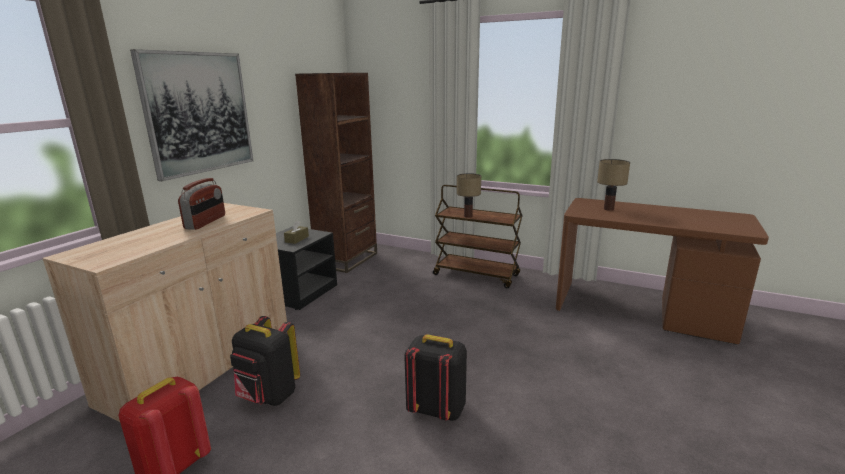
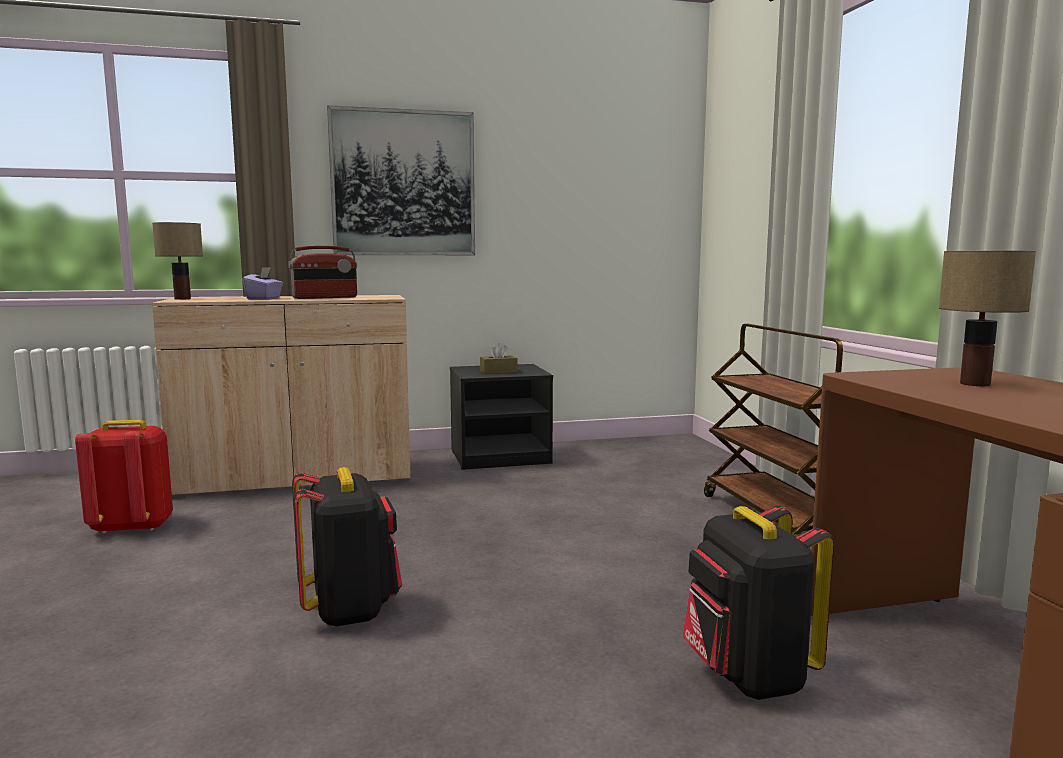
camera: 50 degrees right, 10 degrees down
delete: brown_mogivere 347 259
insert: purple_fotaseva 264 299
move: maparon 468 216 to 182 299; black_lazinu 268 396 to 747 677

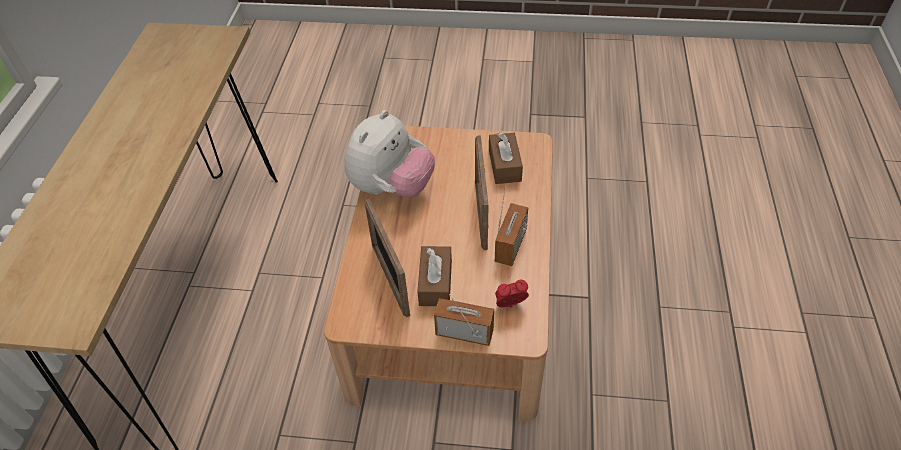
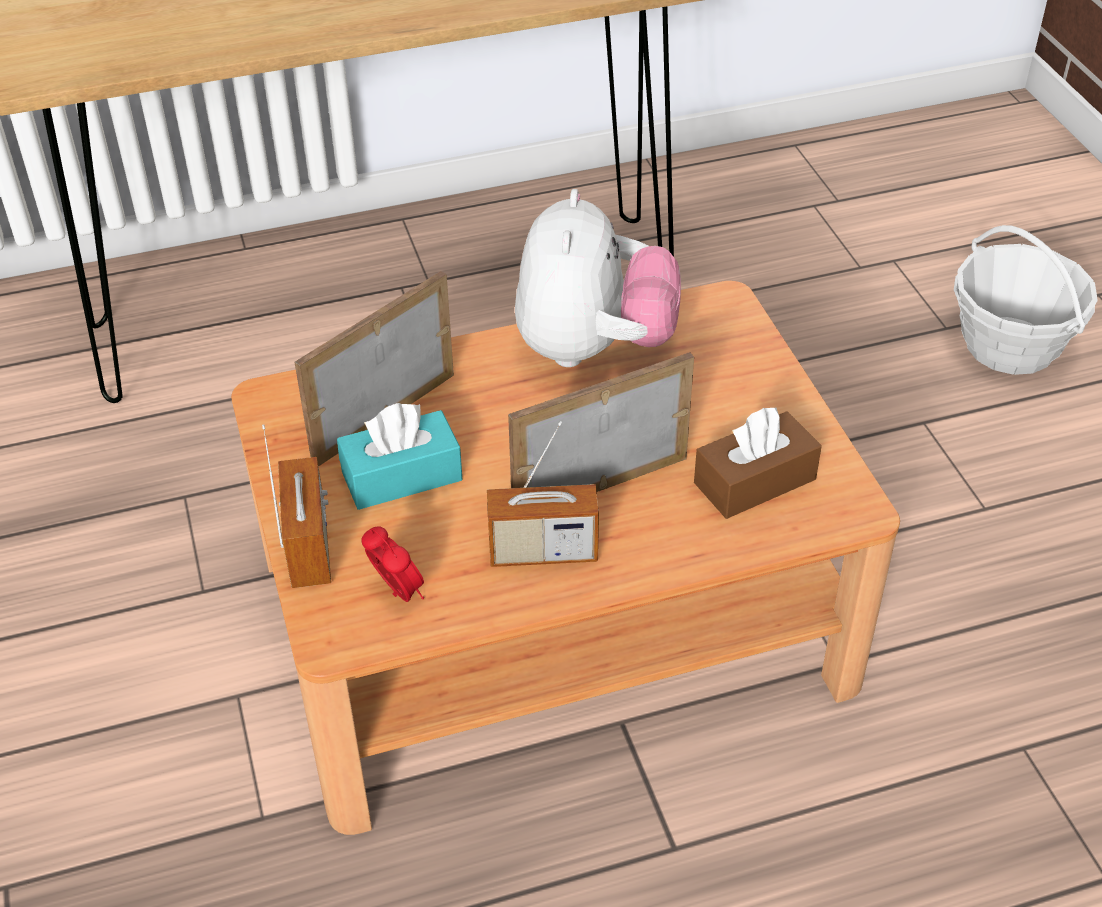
camera: 65 degrees right, 5 degrees down
insert: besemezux 1010 346
recolor: brown_fotaseva 435 283 to turquoise_fotaseva 402 476
rotate: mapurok 391 188 = 593 348 90 degrees counterclockwise

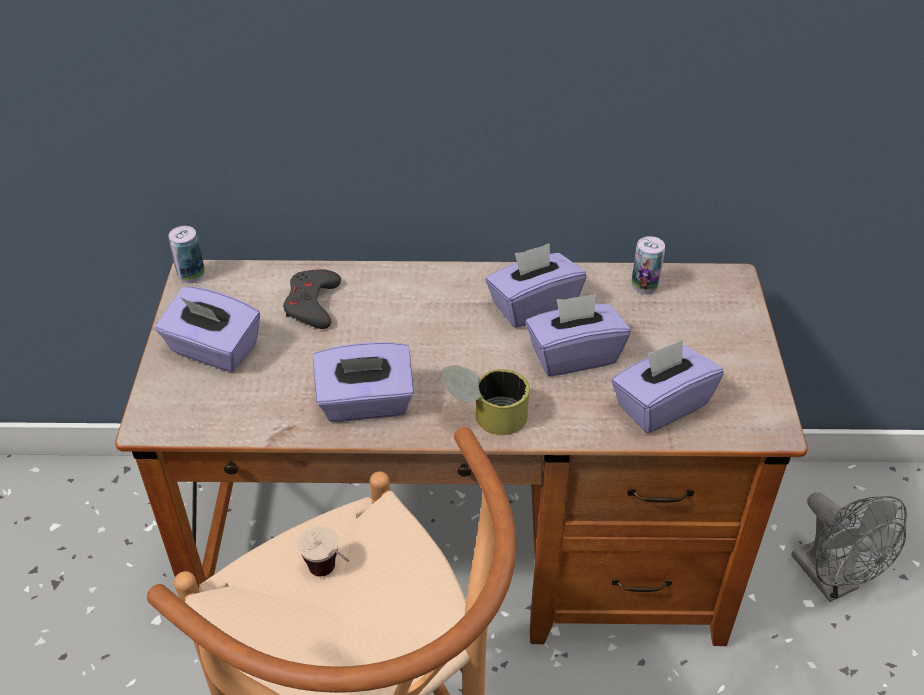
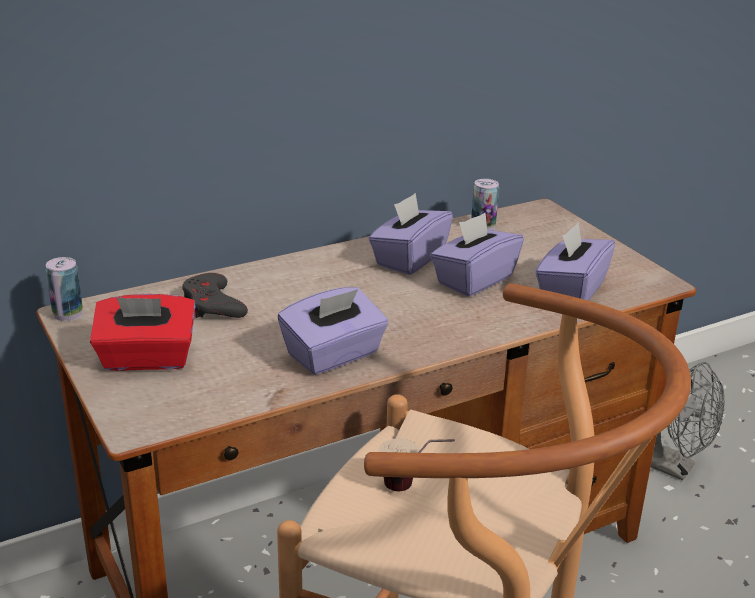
camera: 30 degrees left, 15 degrees down
delete: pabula 485 416
recolor: purple_fotaseva 213 350 to red_fotaseva 147 359

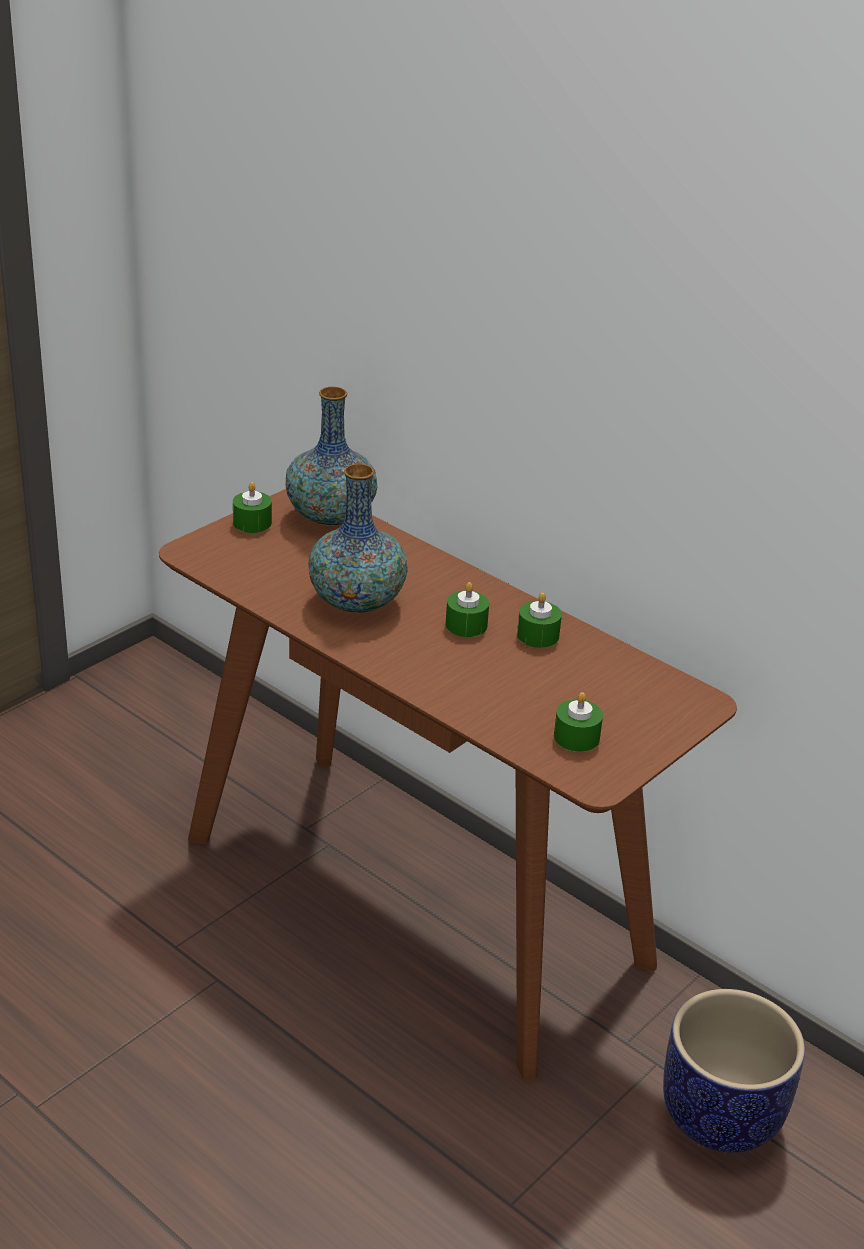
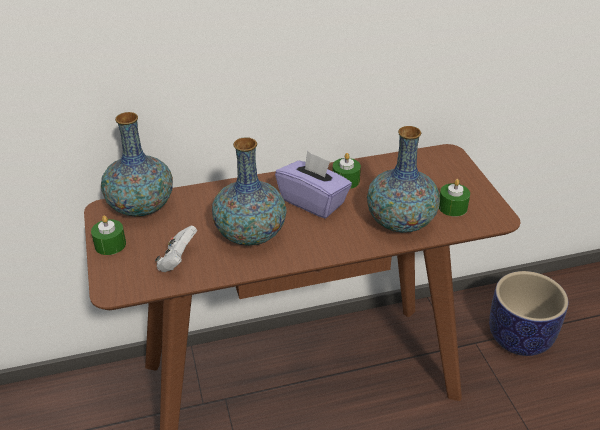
camera: 55 degrees left, 5 degrees up
insert: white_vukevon 177 261; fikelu 400 222
replace: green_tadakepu 466 625 to purple_fotaseva 313 201

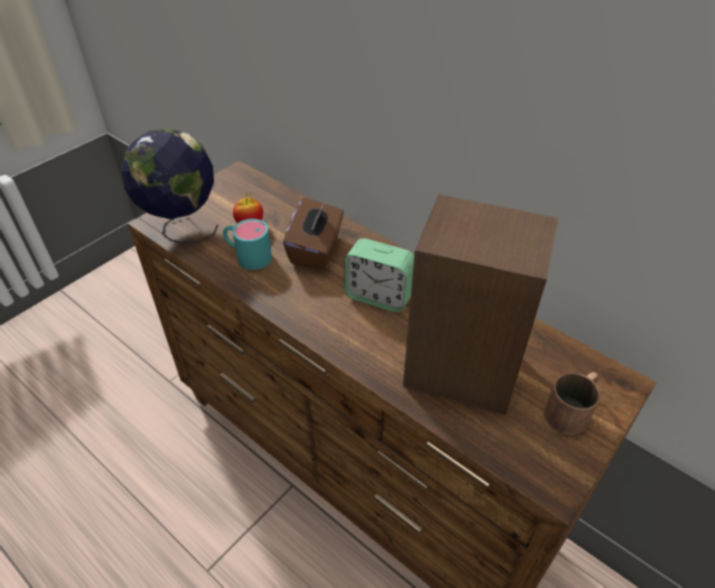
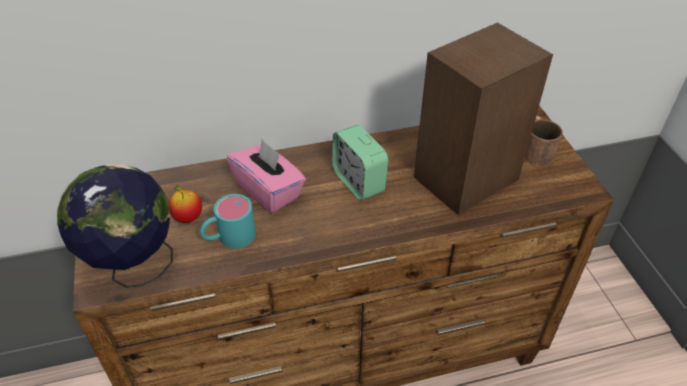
camera: 55 degrees left, 0 degrees up
recolor: brown_fotaseva 316 250 to pink_fotaseva 269 191
rotate: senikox 379 296 = 358 182 90 degrees clockwise

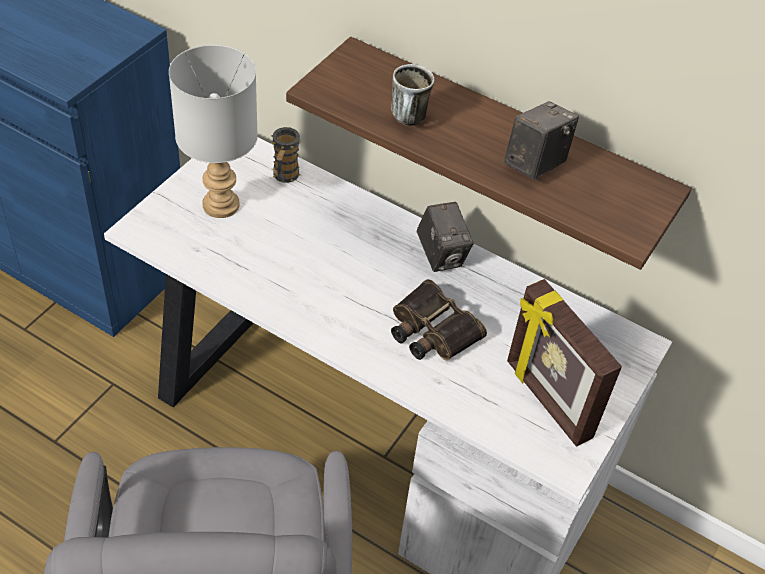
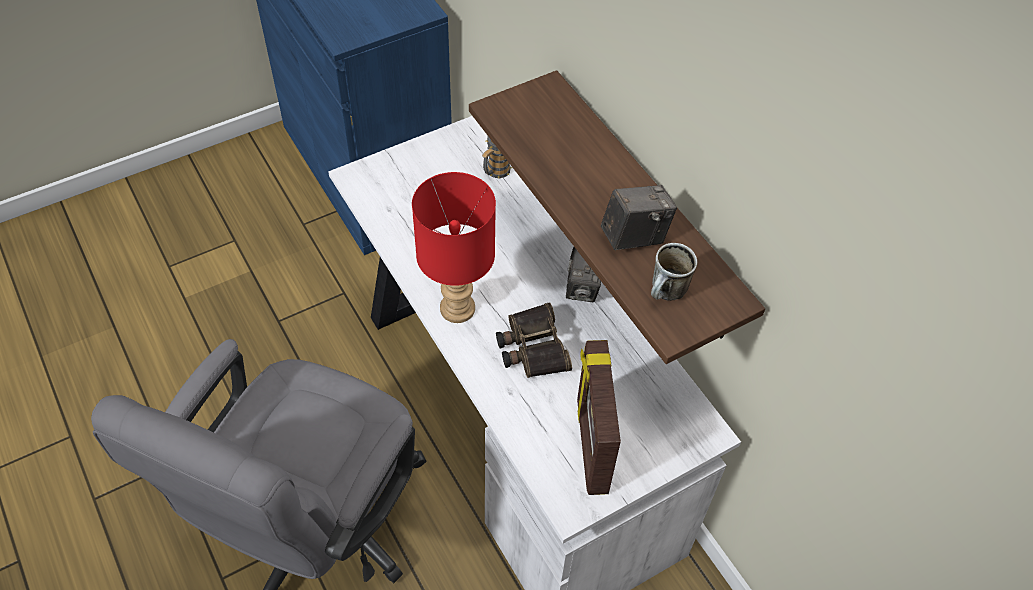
camera: 30 degrees right, 5 degrees up
delete: grey_maparon 219 205
insert: red_maparon 457 307
move: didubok 409 121 to 666 294

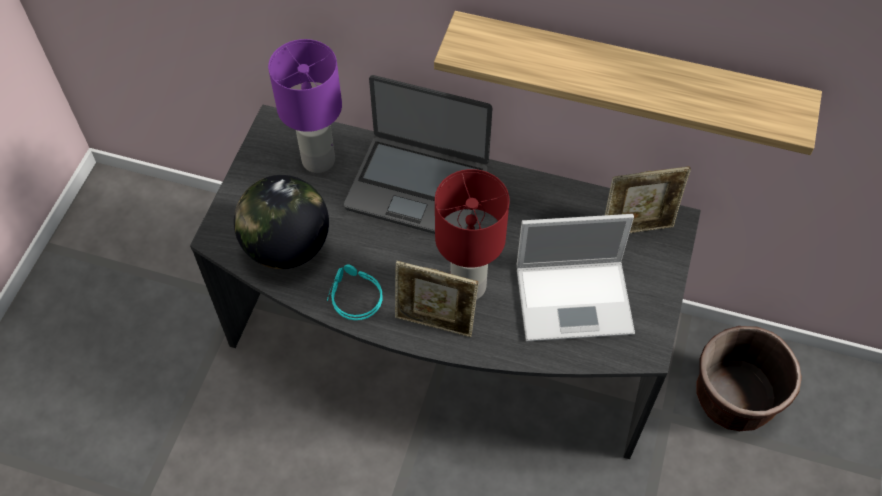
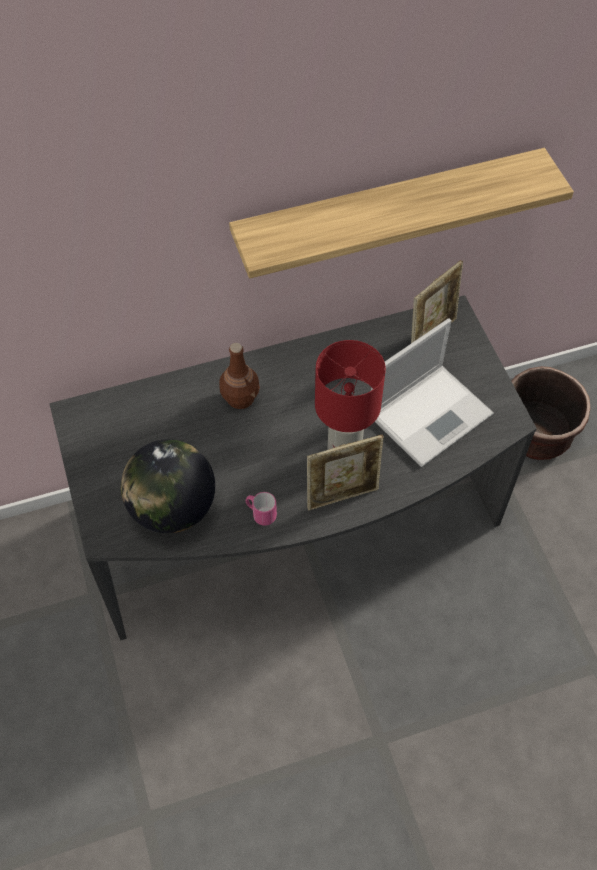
camera: 35 degrees left, 0 degrees up
delete: purple_maparon 317 160
replace: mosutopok 417 187 to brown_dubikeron 240 397; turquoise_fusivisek 353 296 to pink_didubok 261 514

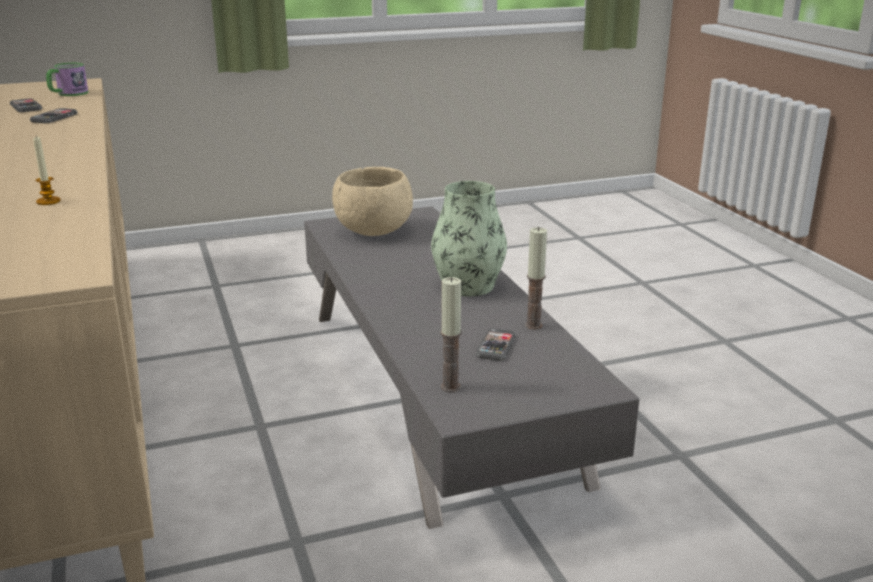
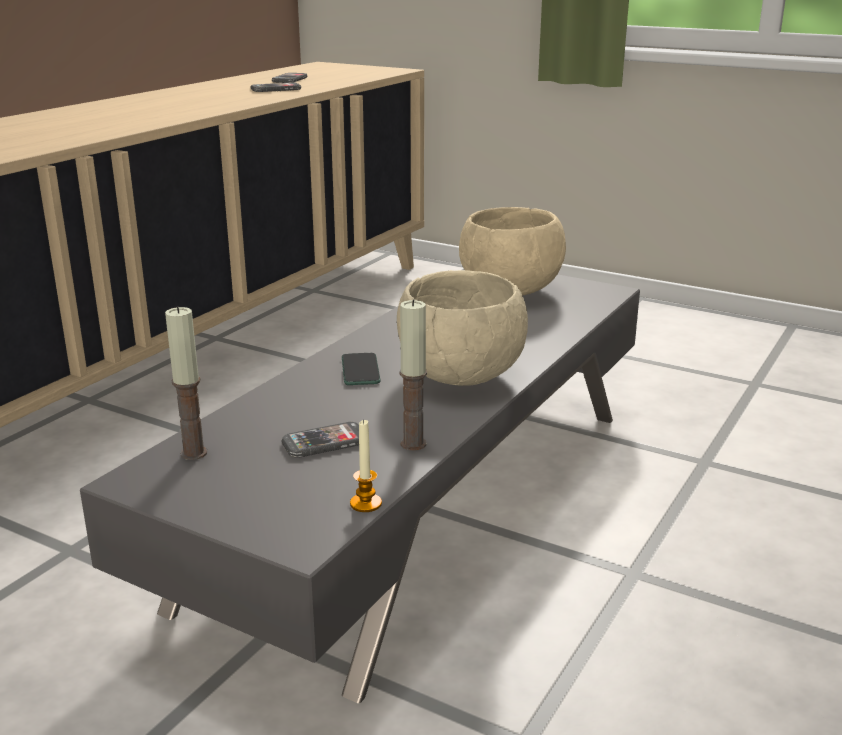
camera: 50 degrees right, 0 degrees up
delete: didubok 68 94
insert: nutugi 360 370
move: tadakepu 48 201 to 366 503
replace: fikelu 468 285 to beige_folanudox 459 376

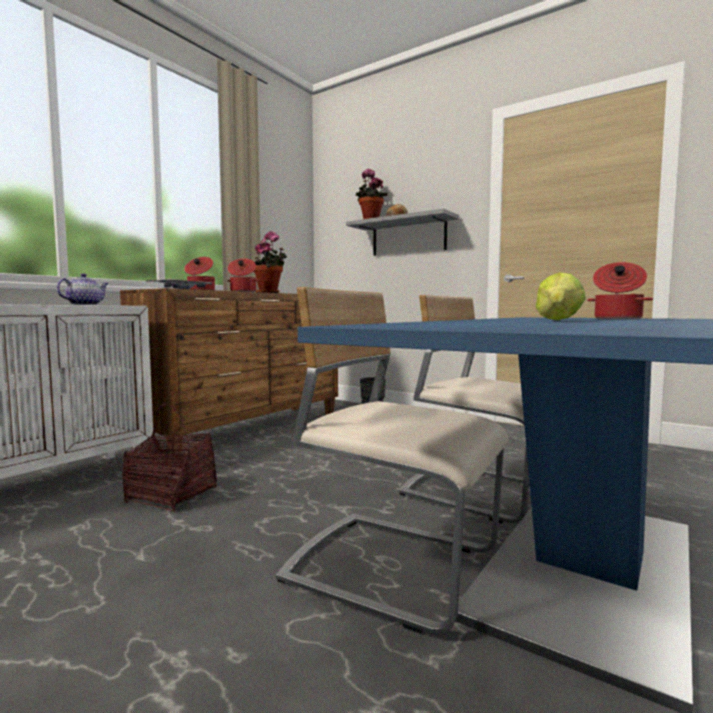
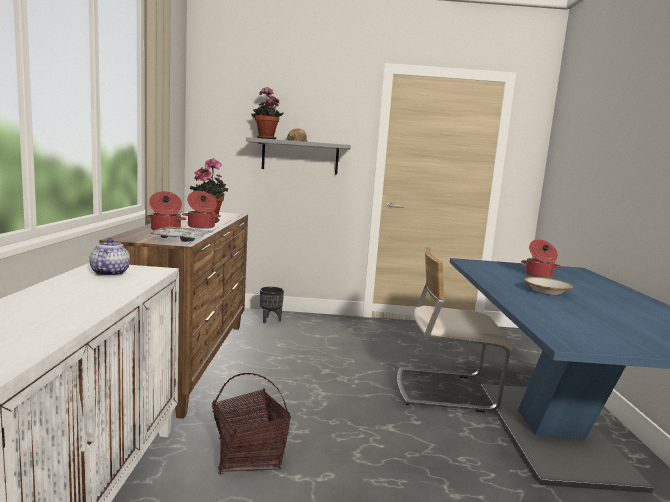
camera: 35 degrees left, 5 degrees up
delete: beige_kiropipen 392 567
replace: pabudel 559 320 to folanudox 546 291

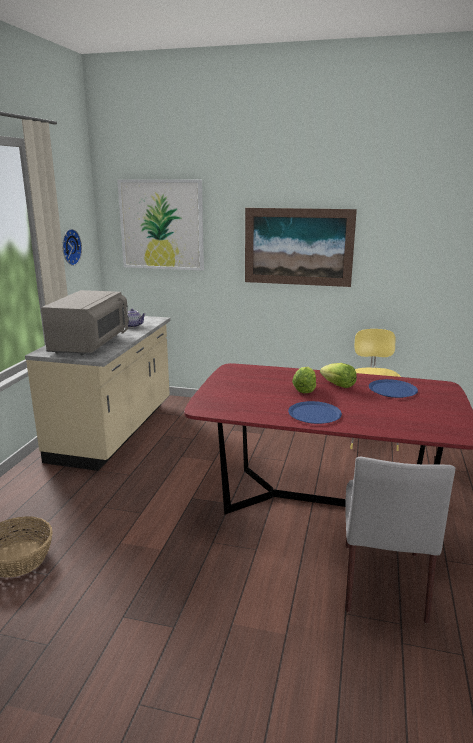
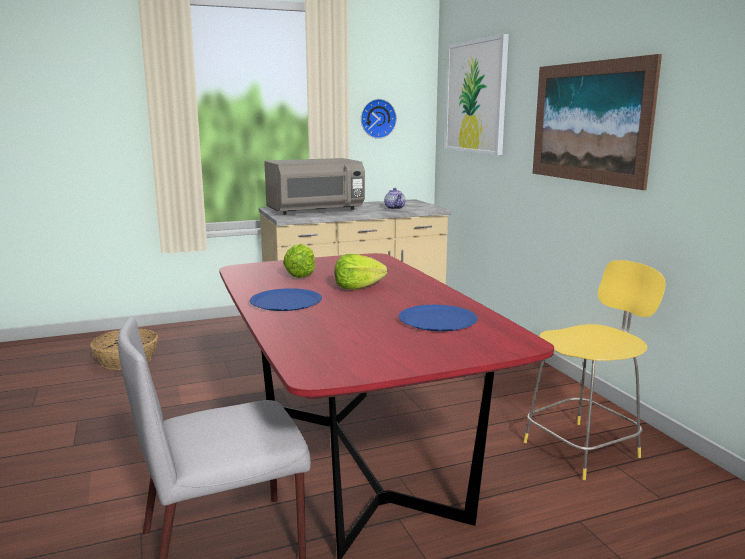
camera: 55 degrees right, 5 degrees down
move: pabudel 338 385 to 301 274

